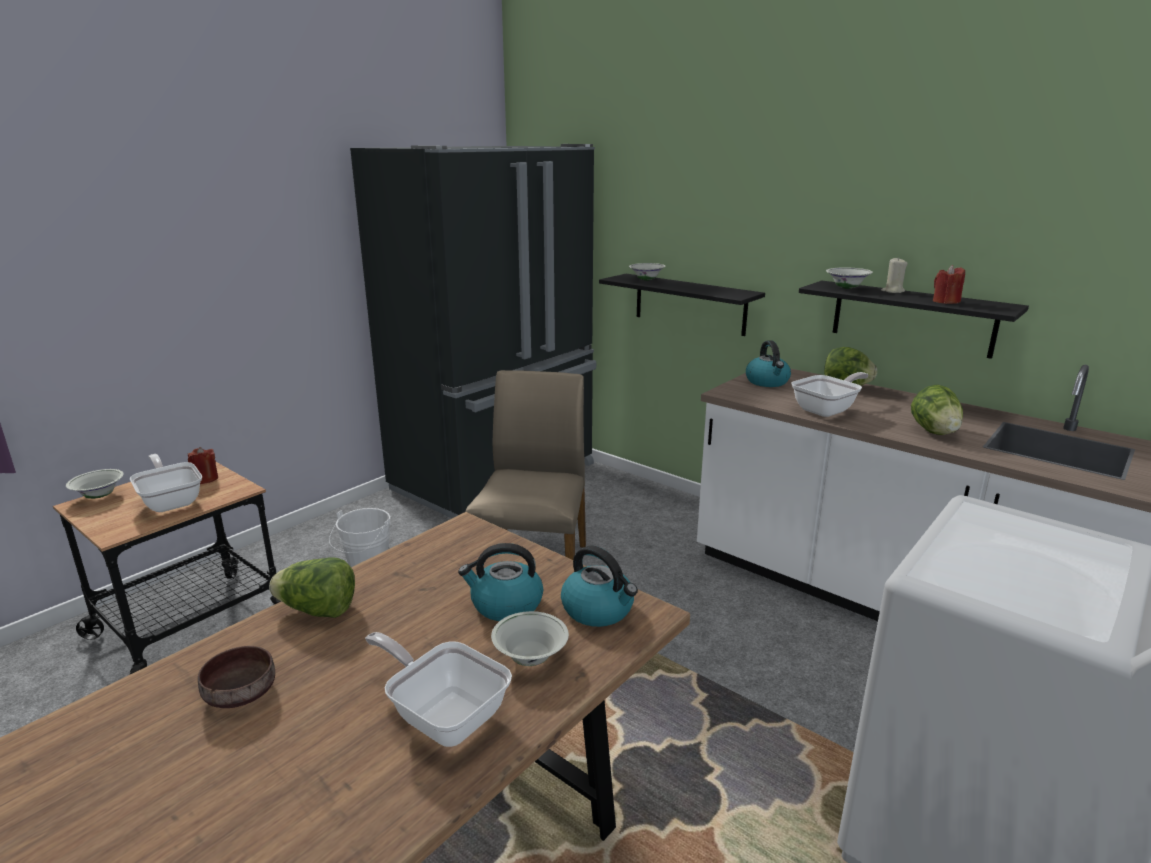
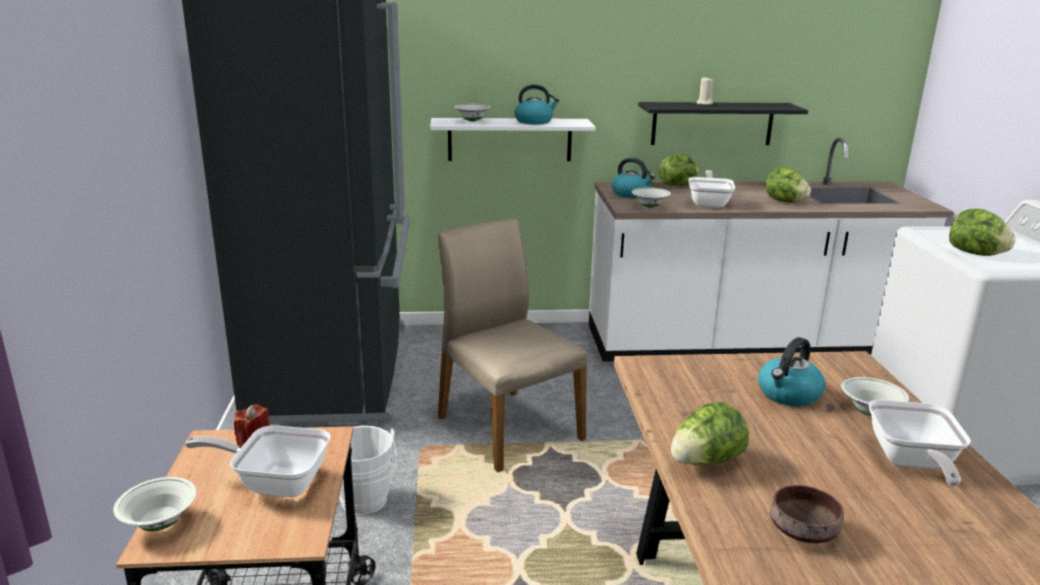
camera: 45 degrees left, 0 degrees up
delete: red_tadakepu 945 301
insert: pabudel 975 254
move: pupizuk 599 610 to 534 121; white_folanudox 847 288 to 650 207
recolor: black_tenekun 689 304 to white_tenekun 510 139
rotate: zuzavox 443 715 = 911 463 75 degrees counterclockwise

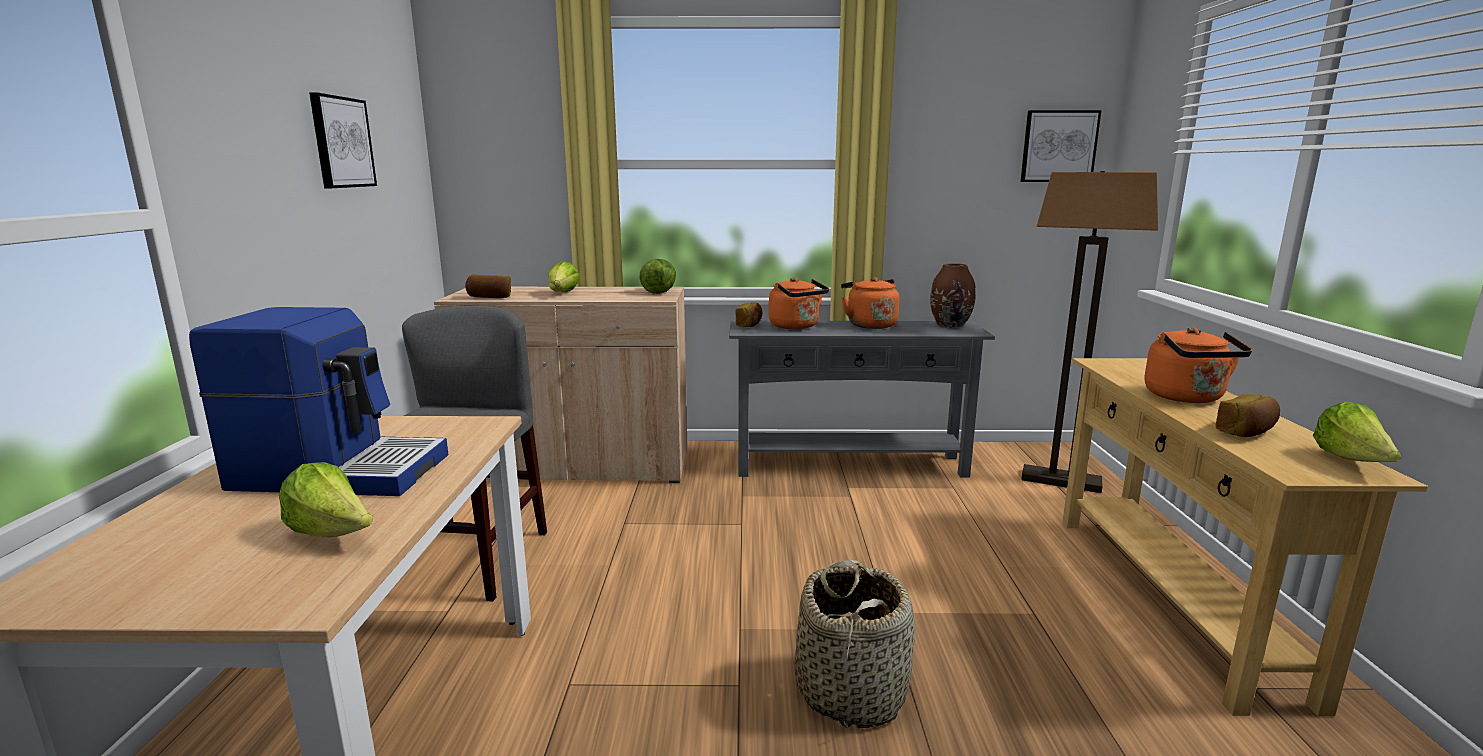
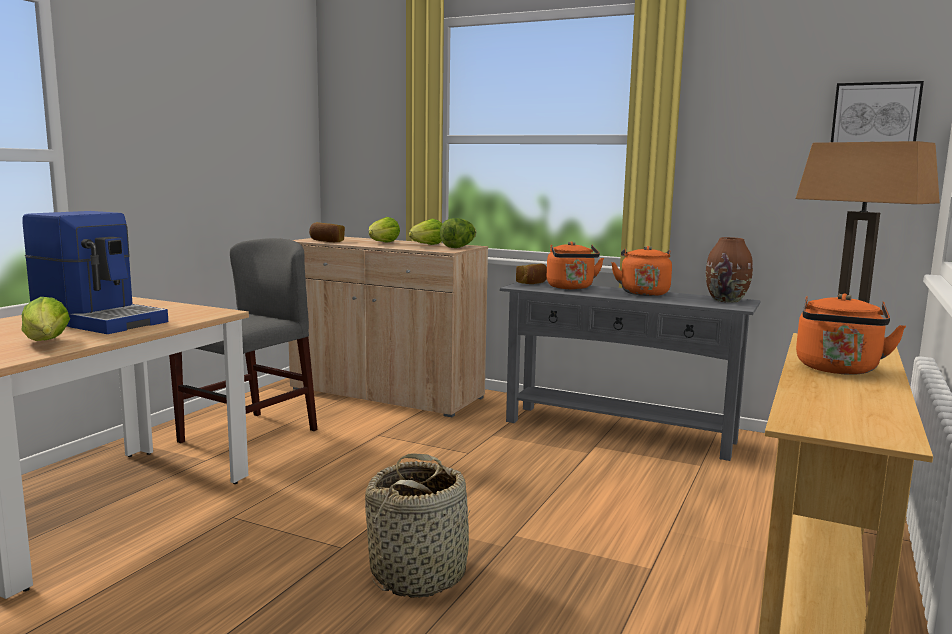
camera: 25 degrees right, 5 degrees down
delete: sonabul 341 142; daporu 1246 432
move: pabudel 1352 461 to 426 245

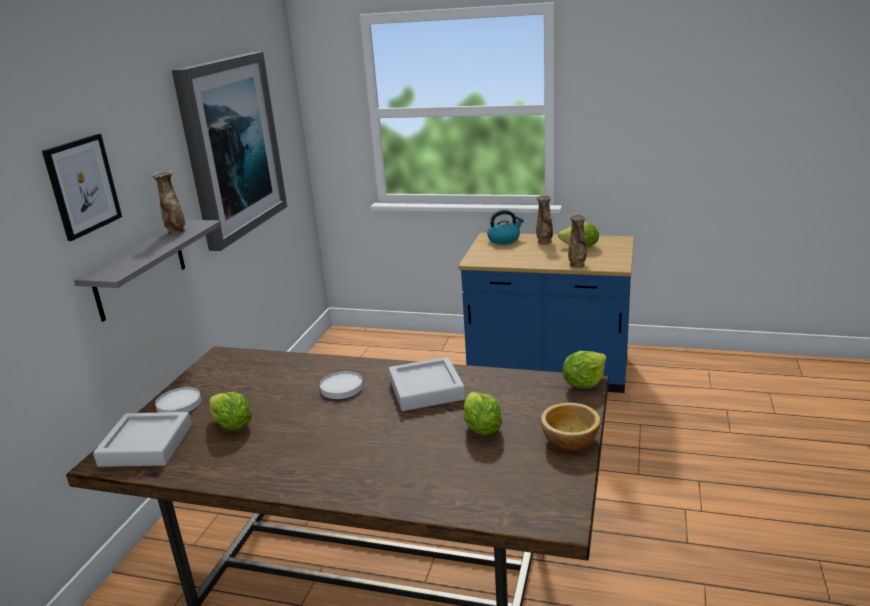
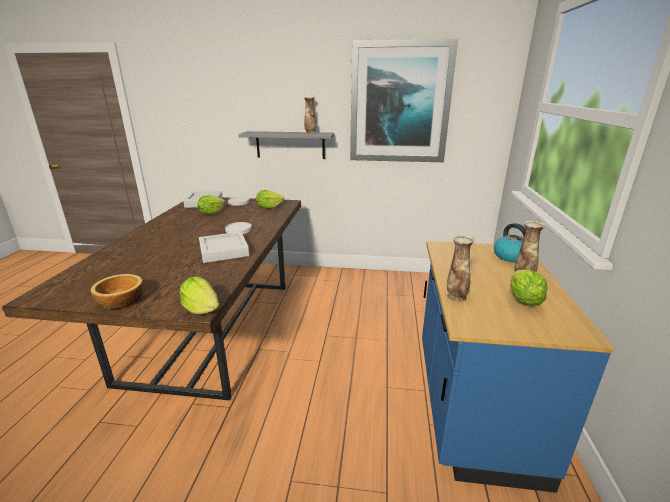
camera: 80 degrees right, 0 degrees up
delete: sonabul 82 186
move: pabudel 481 428 to 269 207

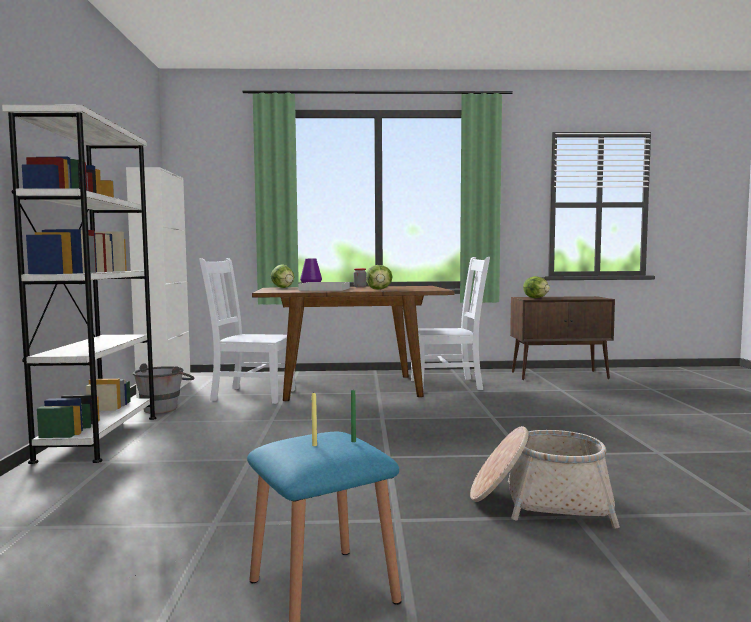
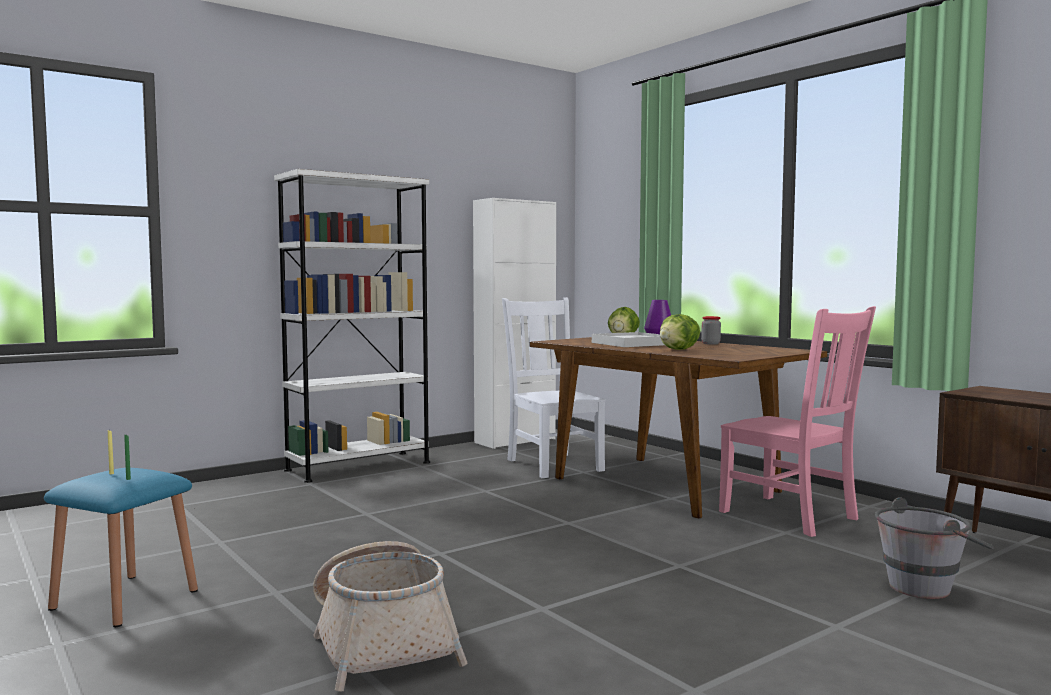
camera: 55 degrees right, 0 degrees up
delete: pabudel 536 298
move: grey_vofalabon 165 407 to 930 586
recolor: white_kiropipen 448 384 to pink_kiropipen 792 516

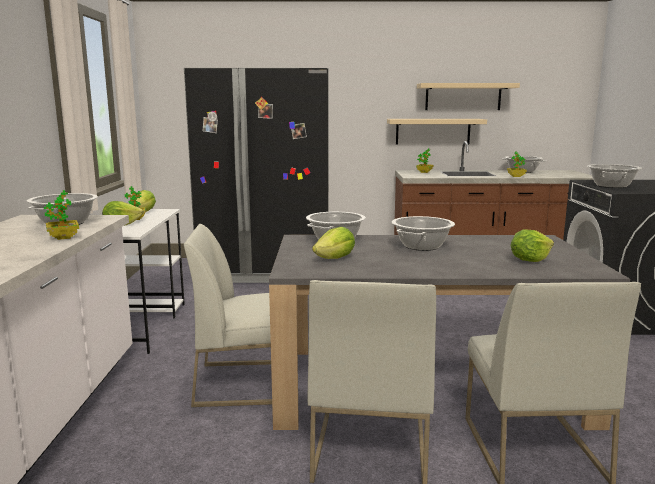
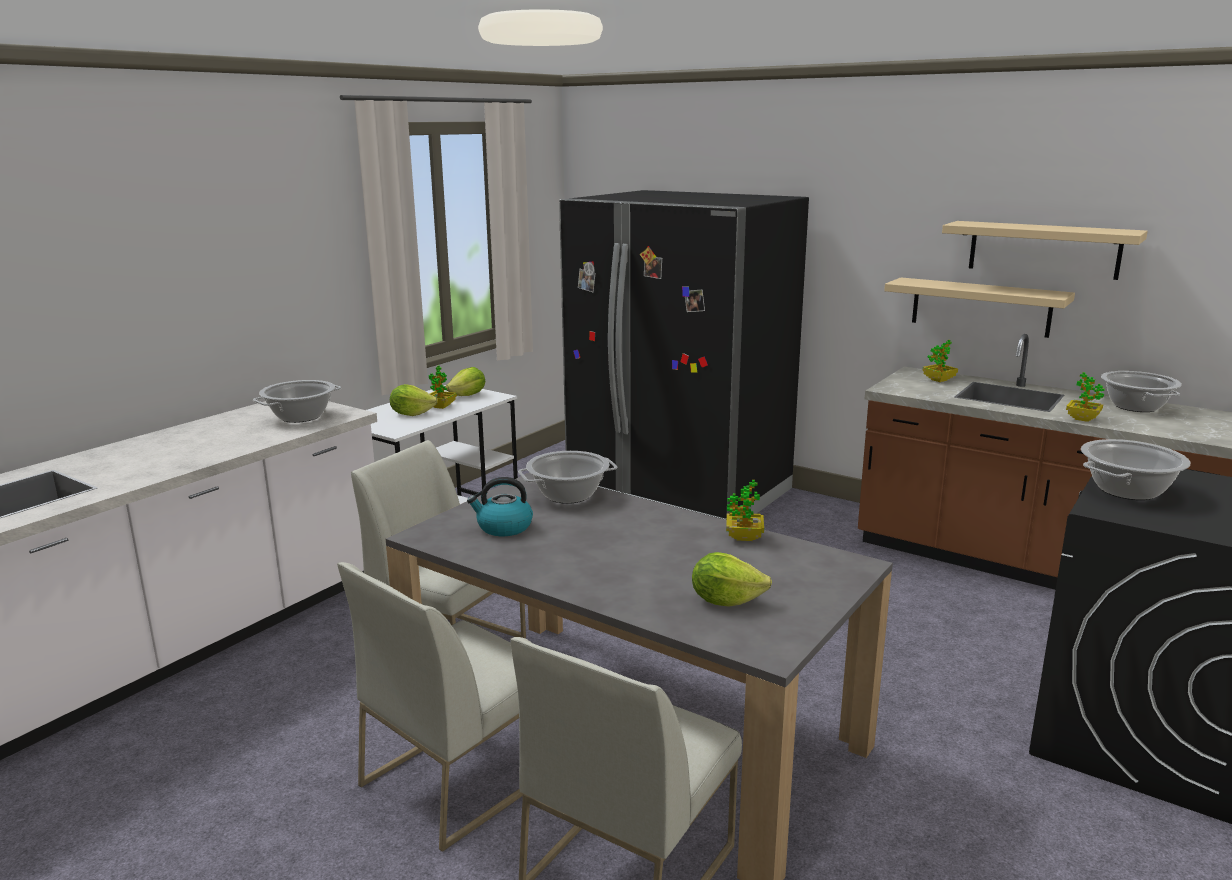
camera: 35 degrees right, 5 degrees up
delete: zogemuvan 421 246
move: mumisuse 63 237 to 744 537
replace: pabudel 335 259 to pupizuk 503 527

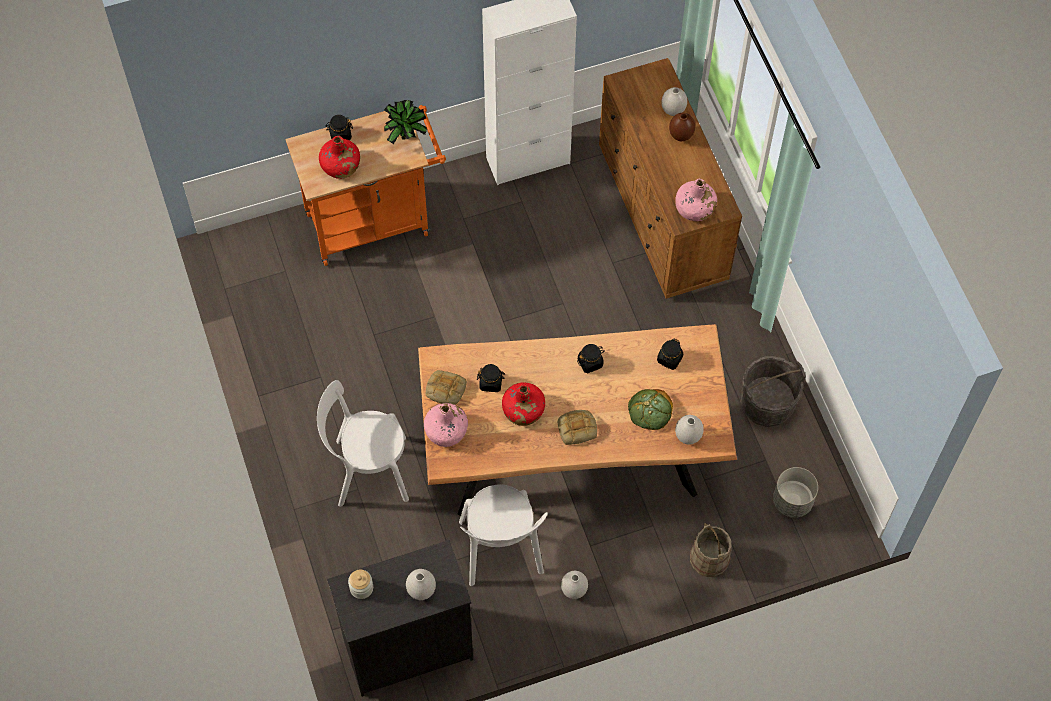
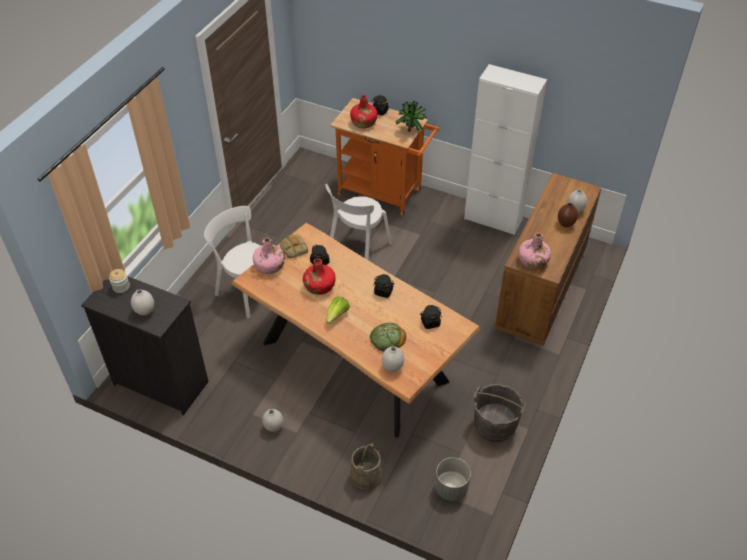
camera: 45 degrees right, 15 degrees down
move: white_kiropipen 501 551 to 358 249
replace: daporu 577 428 to pabudel 337 316

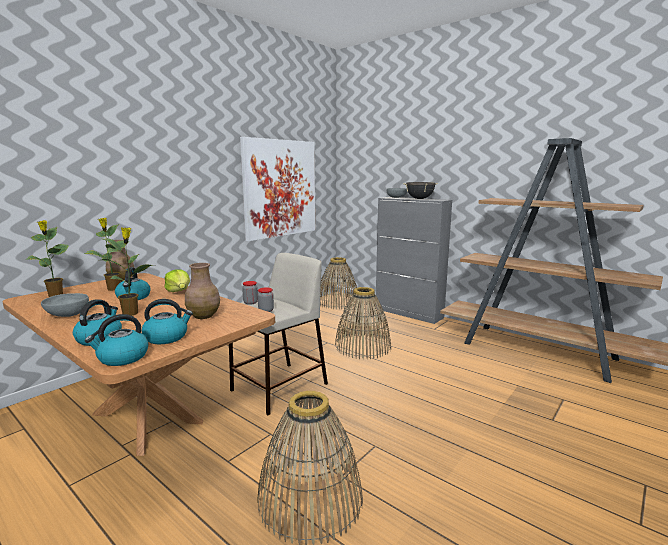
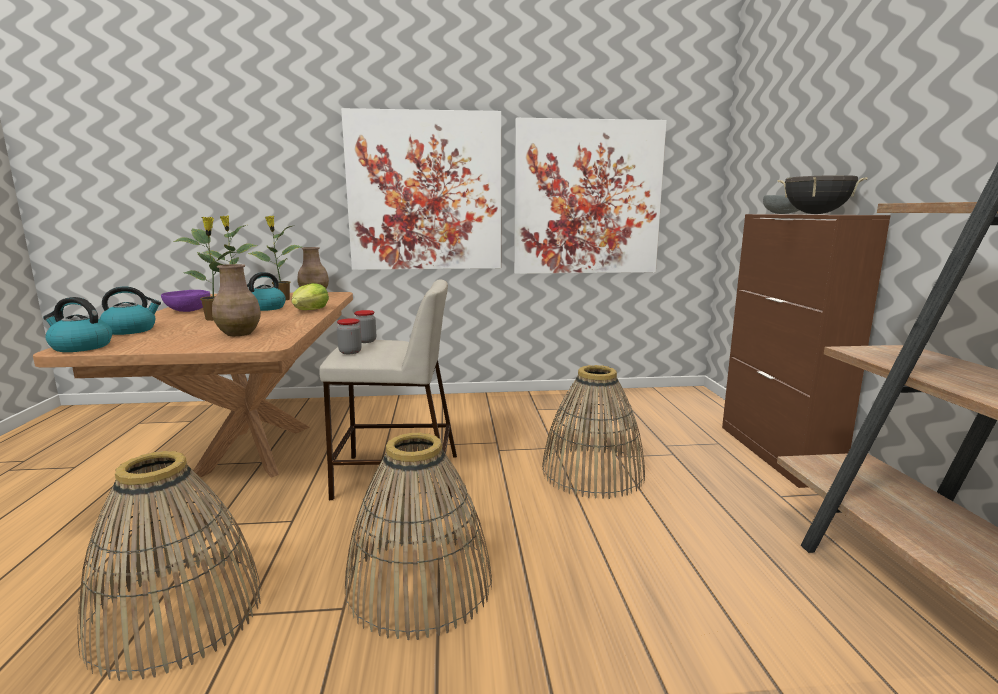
camera: 45 degrees right, 0 degrees up
delete: pupizuk 167 337
insert: sonabul 425 192
move: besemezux 338 302 to 420 584
recolor: grey_folanudox 67 315 to purple_folanudox 188 310; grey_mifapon 409 313 to brown_mifapon 776 453

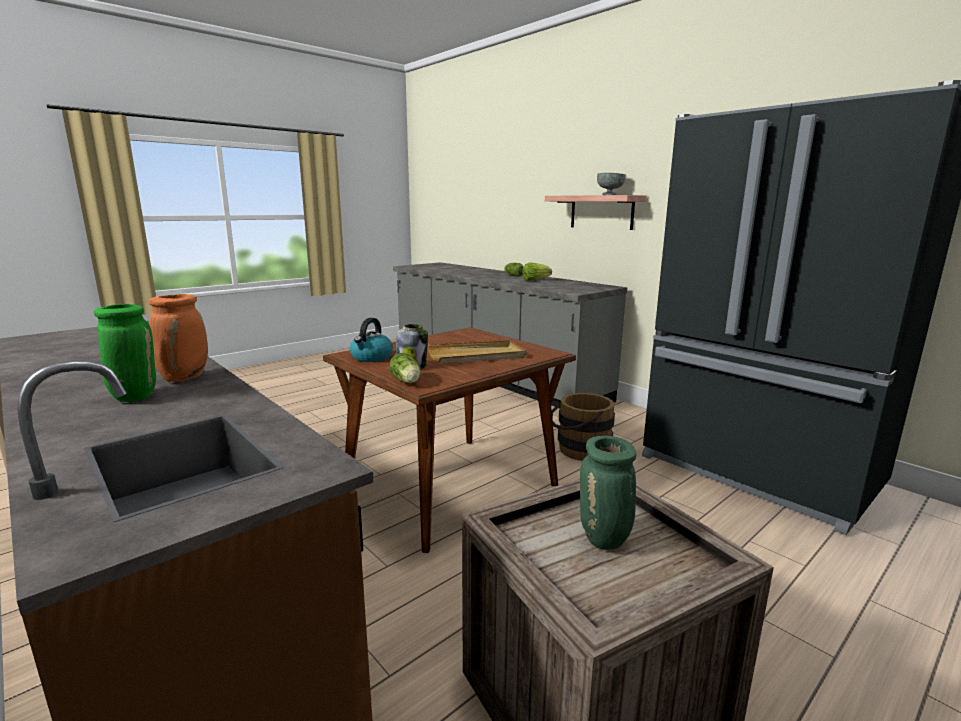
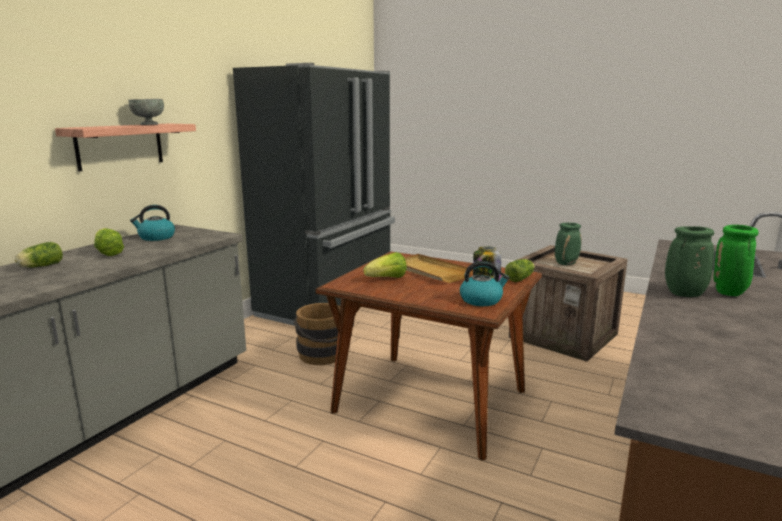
camera: 110 degrees left, 0 degrees up
insert: pupizuk 156 237; pabudel 387 279
recolor: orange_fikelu 185 377 to green_fikelu 684 294

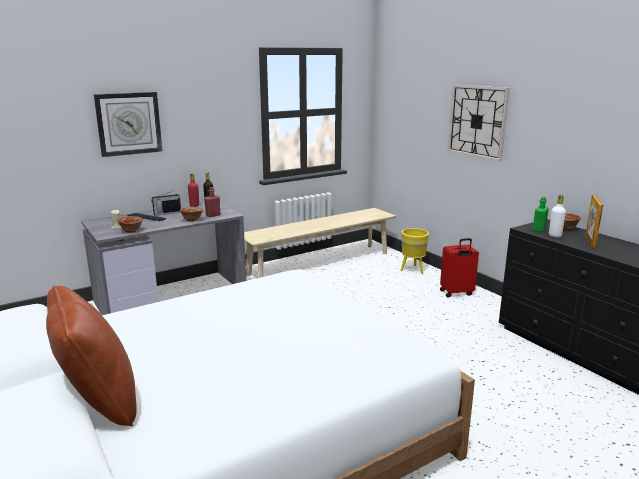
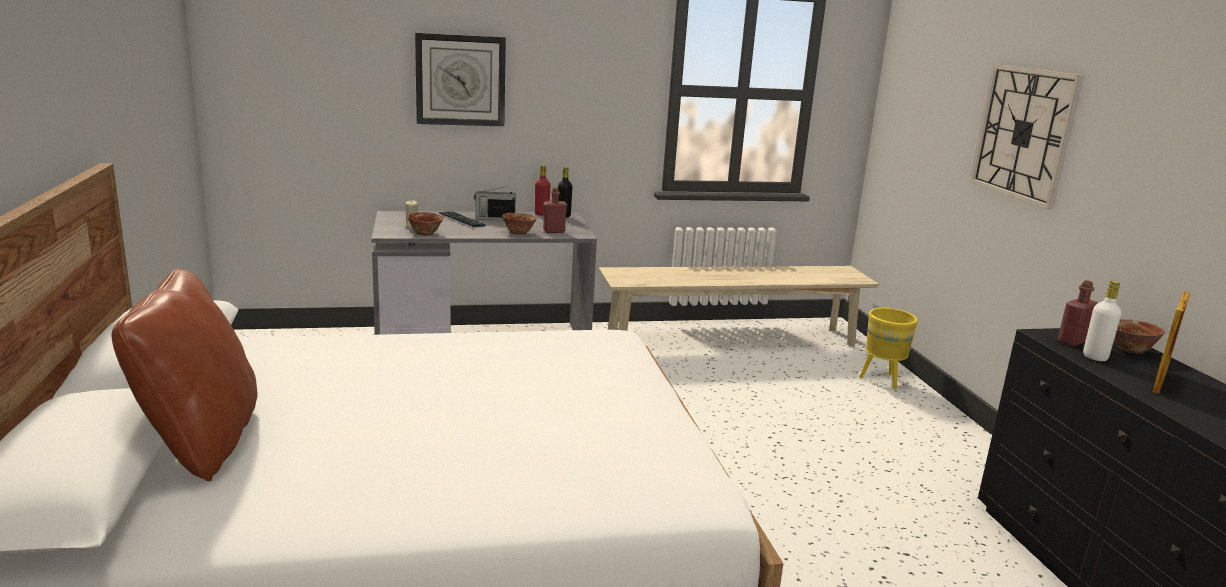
camera: 20 degrees right, 0 degrees up
delete: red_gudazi 456 293
recolor: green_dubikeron 539 229 to red_dubikeron 1072 341

